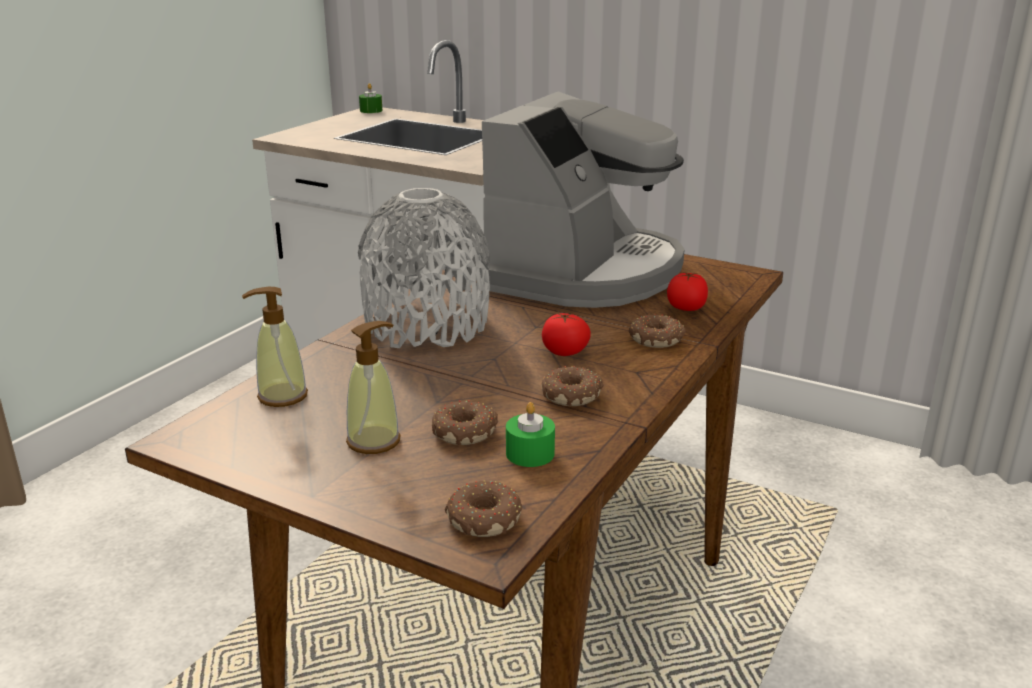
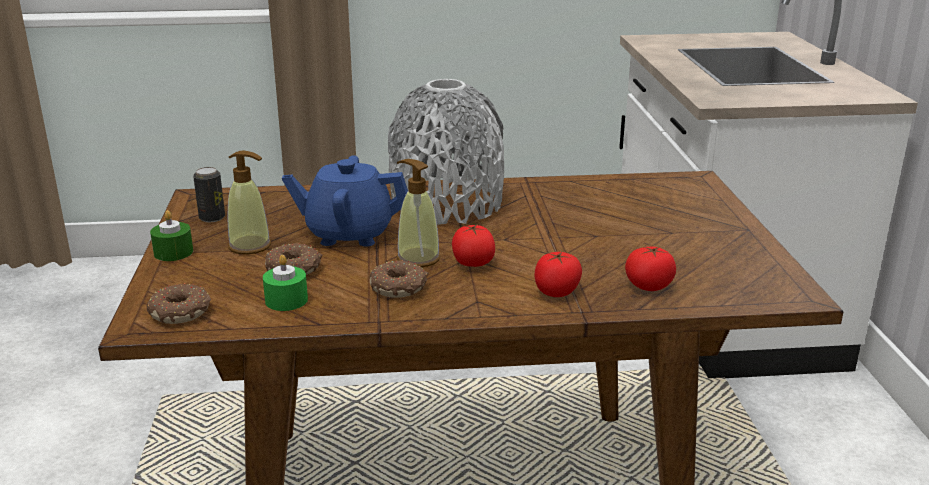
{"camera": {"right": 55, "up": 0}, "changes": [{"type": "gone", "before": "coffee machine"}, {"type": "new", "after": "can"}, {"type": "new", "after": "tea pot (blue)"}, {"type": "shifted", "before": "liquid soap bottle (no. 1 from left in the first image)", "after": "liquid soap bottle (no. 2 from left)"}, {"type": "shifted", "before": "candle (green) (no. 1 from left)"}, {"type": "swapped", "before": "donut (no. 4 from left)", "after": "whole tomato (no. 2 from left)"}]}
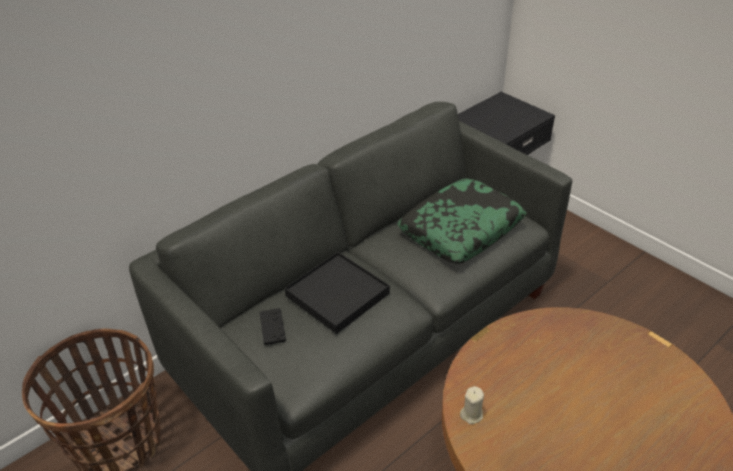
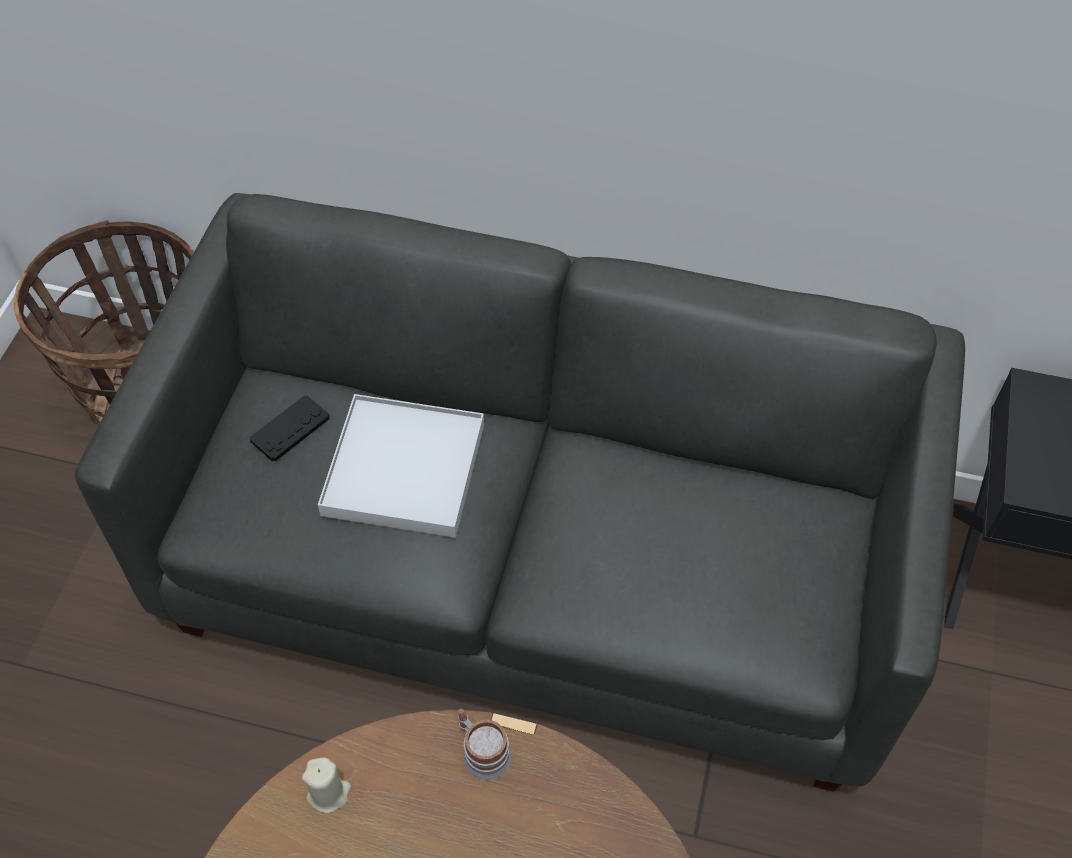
{"camera": {"right": 55, "up": 15}, "changes": [{"type": "gone", "before": "throw pillow"}, {"type": "new", "after": "tea mug"}, {"type": "repainted", "before": "carrying tray (black)", "after": "carrying tray (whitish)"}]}
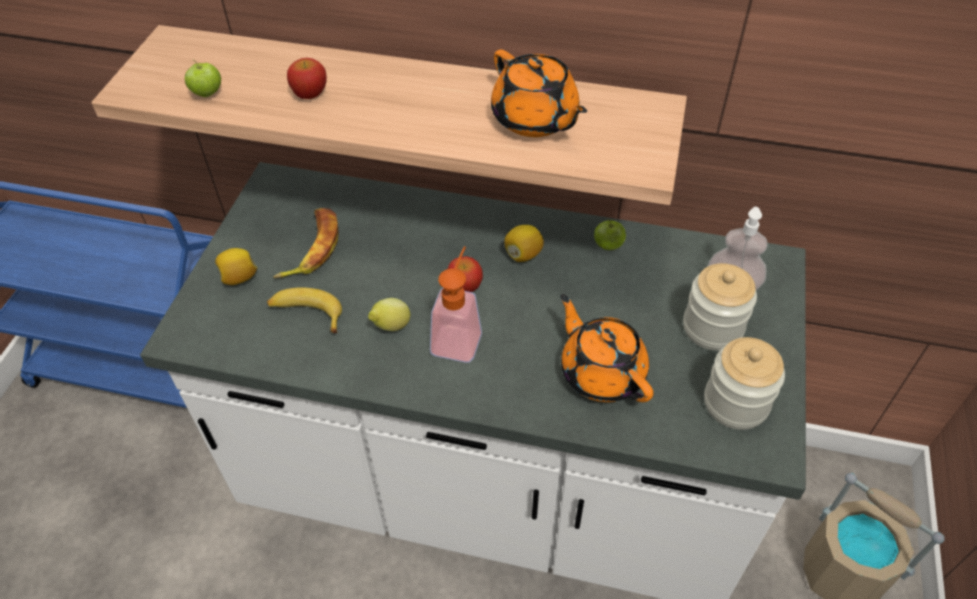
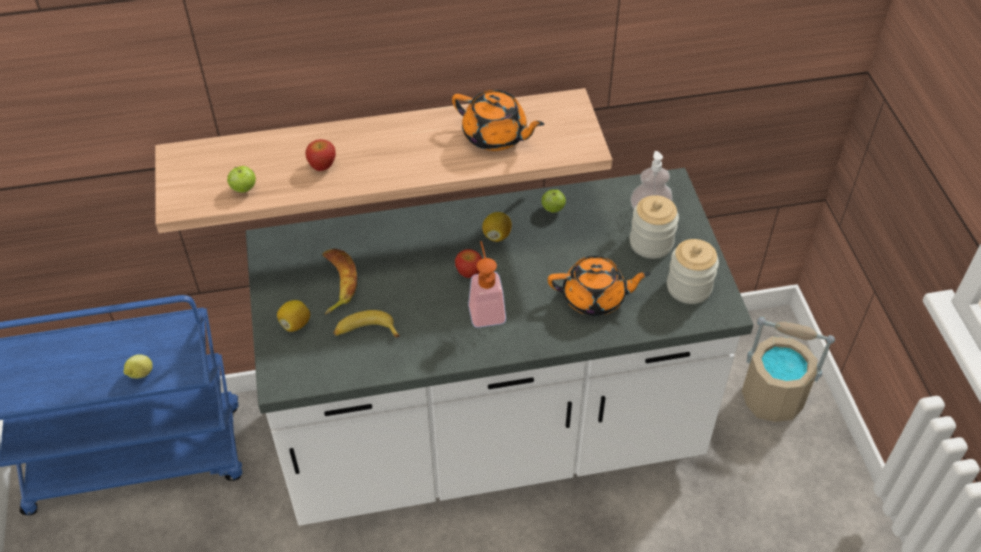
{"camera": {"right": -25, "up": 0}, "changes": [{"type": "shifted", "before": "citrus fruit (no. 2 from left in the first image)", "after": "citrus fruit (no. 1 from left)"}, {"type": "rotated", "before": "tea pot (orange-coloured) (no. 2 from left)", "turn": 150}]}
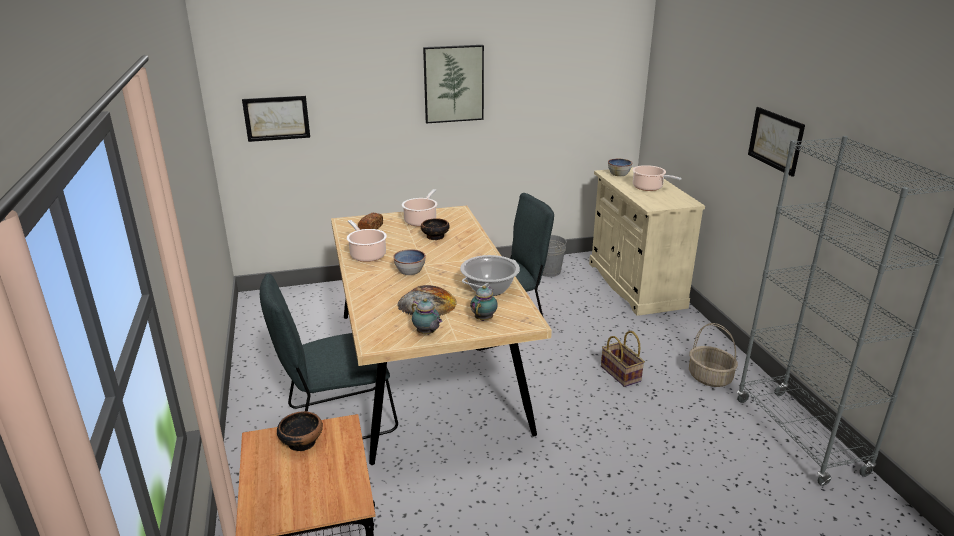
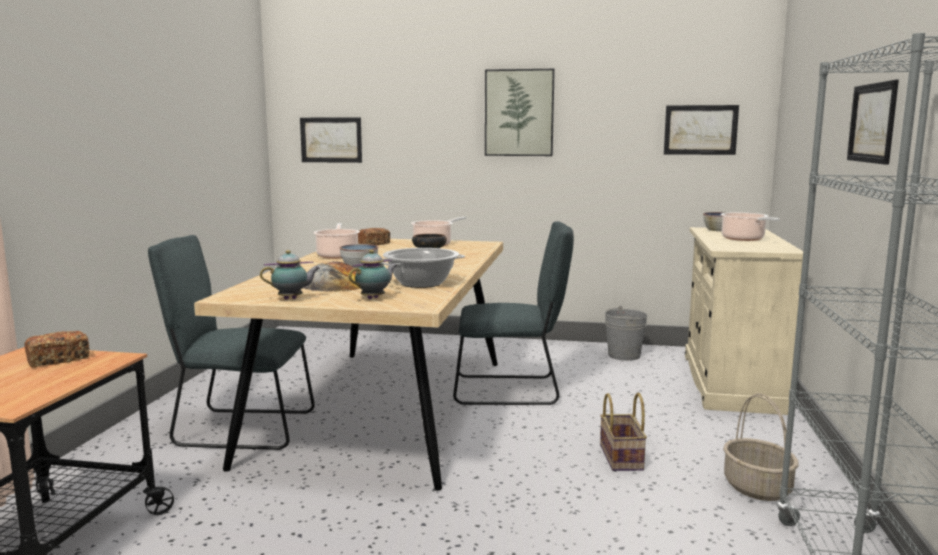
{"camera": {"right": 25, "up": -15}, "changes": [{"type": "new", "after": "picture (no. 3 from left)"}, {"type": "swapped", "before": "deep dish (no. 1 from left)", "after": "bakery bread (no. 1 from left)"}, {"type": "rotated", "before": "tea pot (no. 1 from left)", "turn": -90}]}
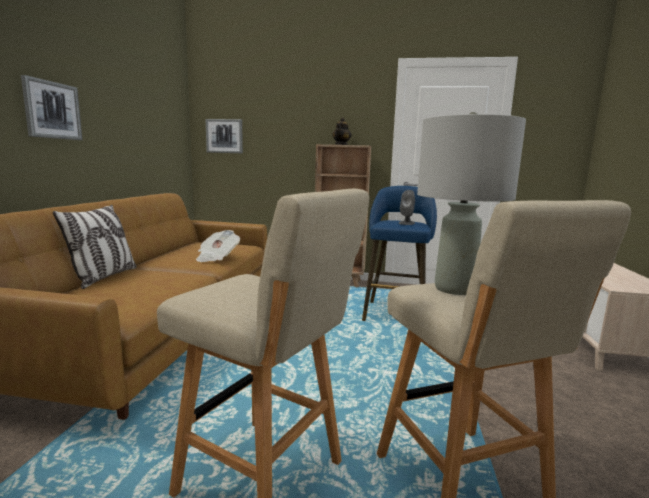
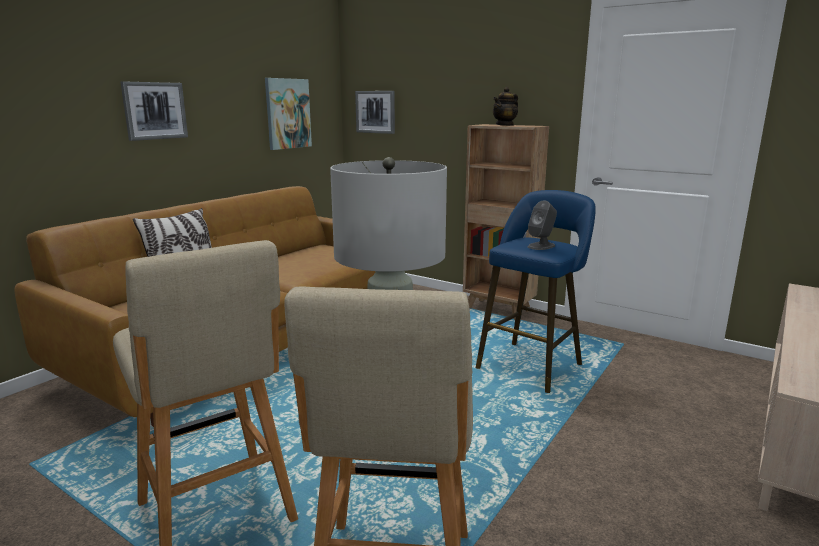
{"camera": {"right": 25, "up": 5}, "changes": [{"type": "gone", "before": "daily paper"}, {"type": "new", "after": "picture (no. 2 from left)"}]}
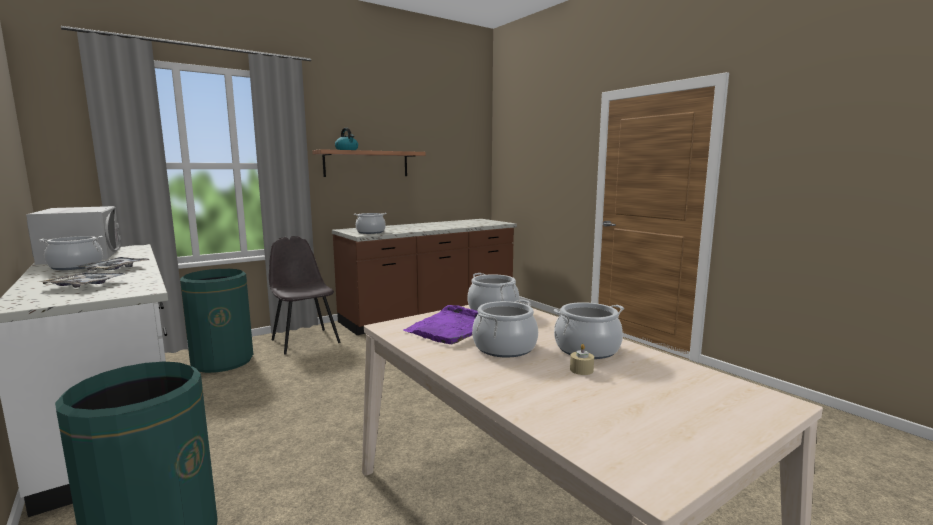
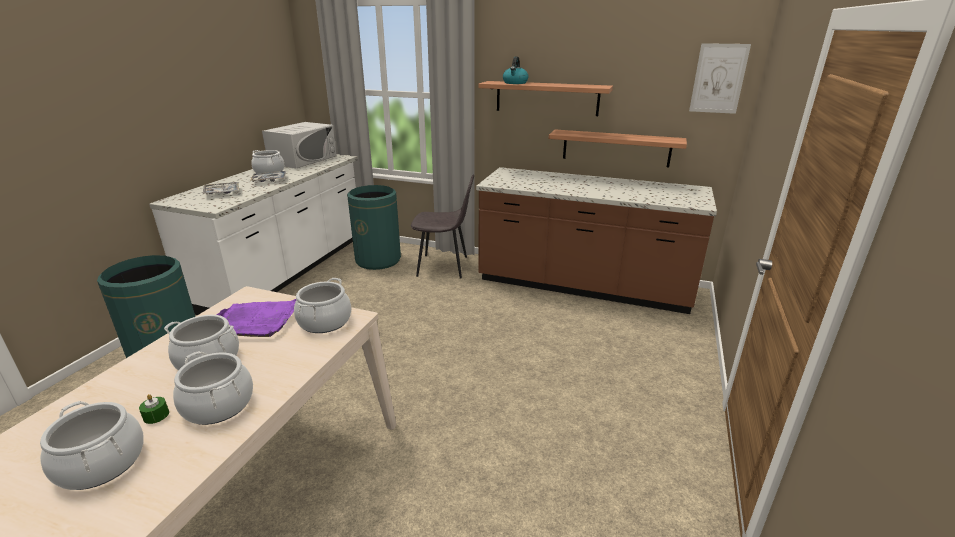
{"camera": {"right": 55, "up": 15}, "changes": [{"type": "new", "after": "bracket shelf (no. 2 from left)"}, {"type": "new", "after": "picture"}, {"type": "shifted", "before": "cooking pot (no. 2 from left in the first image)", "after": "cooking pot (no. 1 from left)"}, {"type": "repainted", "before": "candle (sand-coloured)", "after": "candle (green)"}, {"type": "rotated", "before": "chair (gray)", "turn": 75}]}
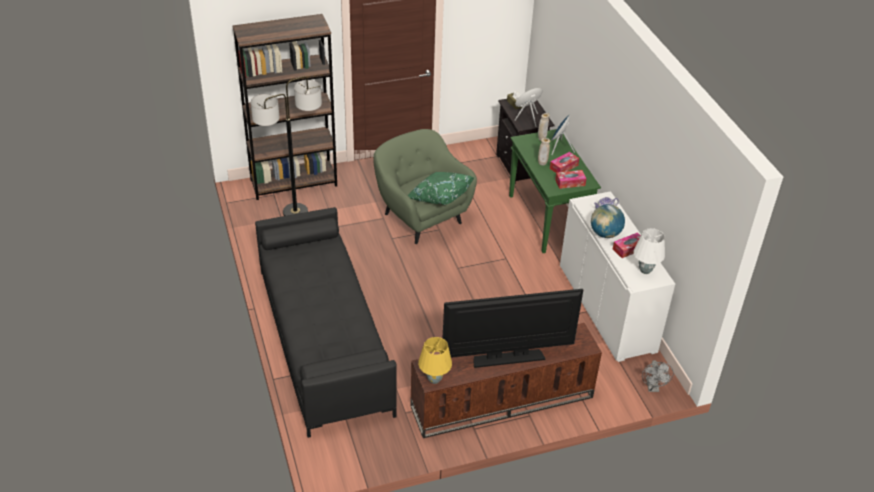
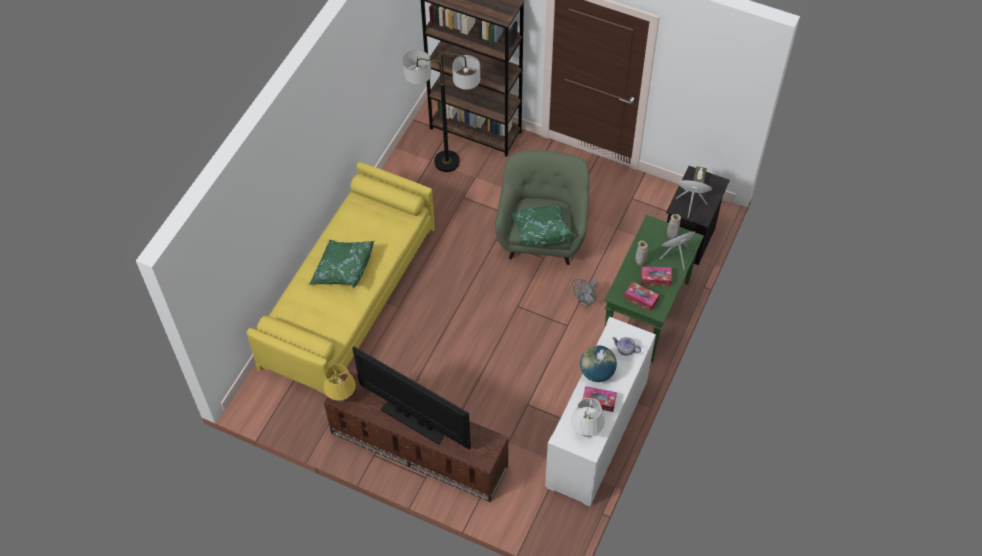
{"camera": {"right": 45, "up": 15}, "changes": [{"type": "new", "after": "throw pillow (green) (no. 1 from left)"}, {"type": "shifted", "before": "cooling fan (gray)"}, {"type": "repainted", "before": "couch (black)", "after": "couch (yellow)"}]}
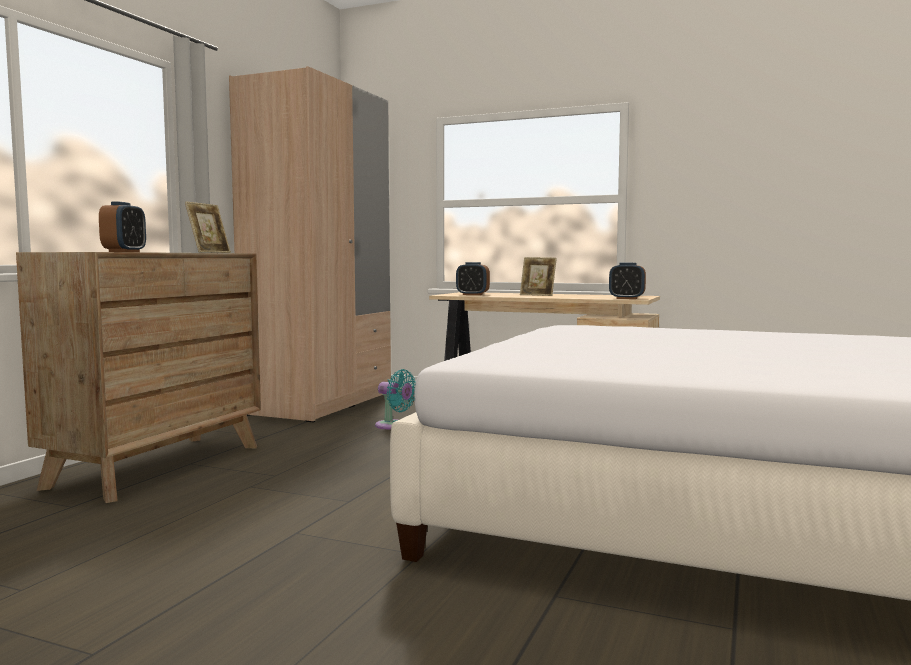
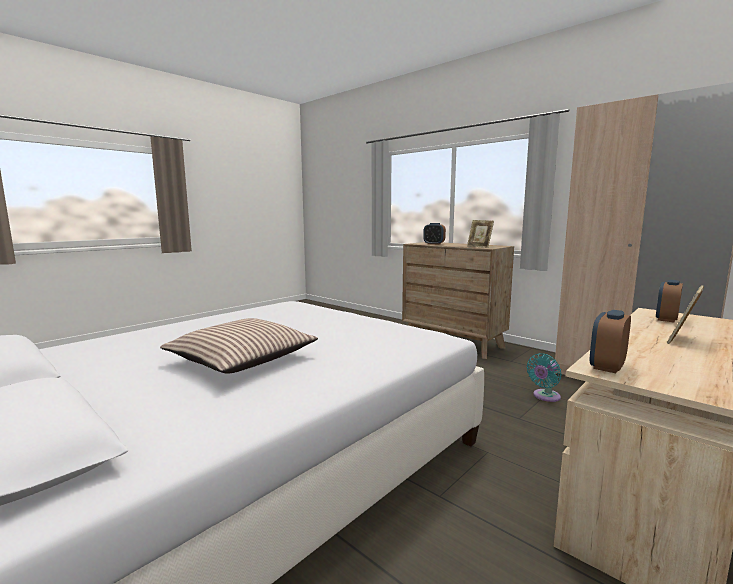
{"camera": {"right": 110, "up": 5}, "changes": [{"type": "new", "after": "throw pillow"}]}
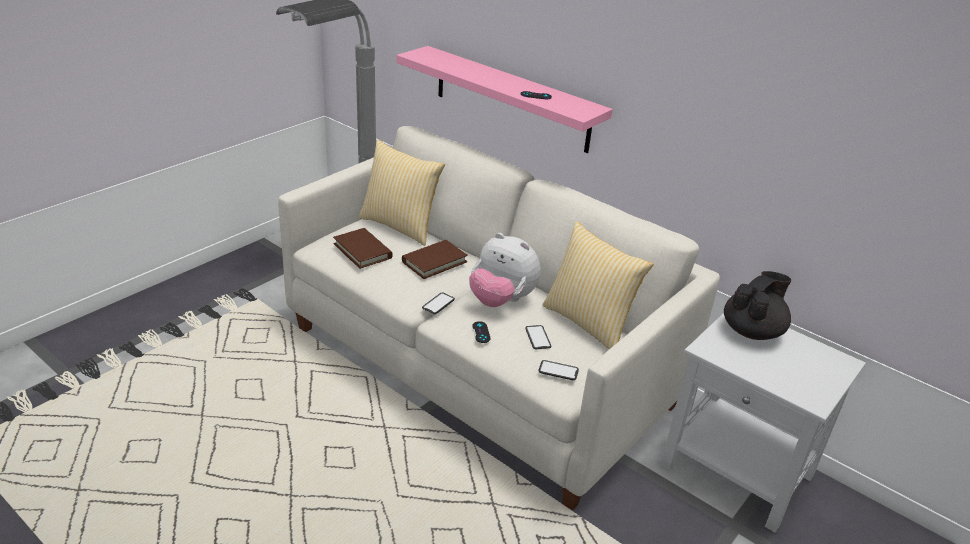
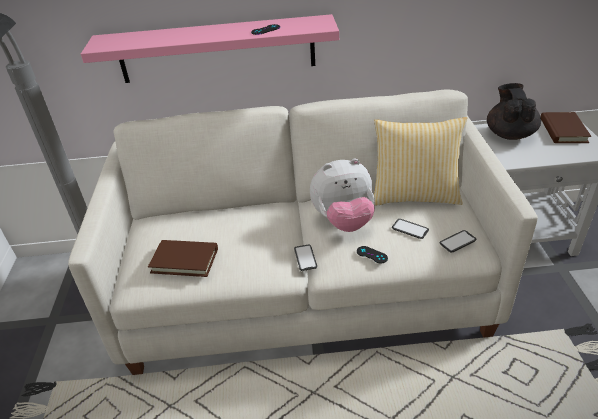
{"camera": {"right": -40, "up": 5}, "changes": [{"type": "gone", "before": "throw pillow (no. 1 from left)"}, {"type": "shifted", "before": "book (brown-coloured) (no. 2 from left)"}]}
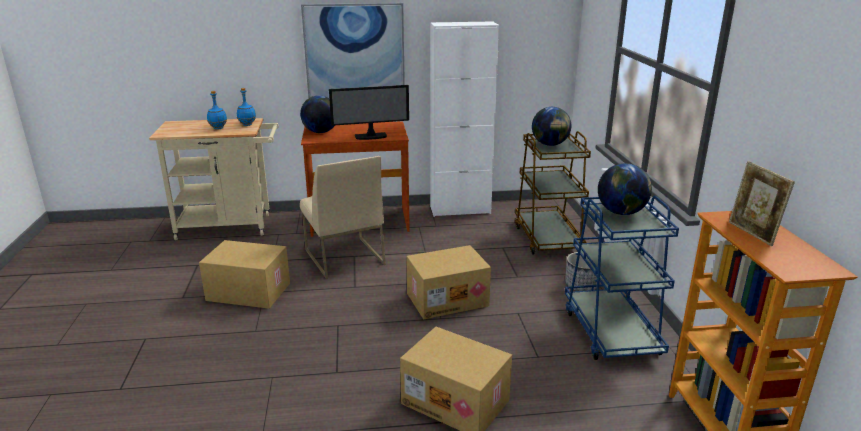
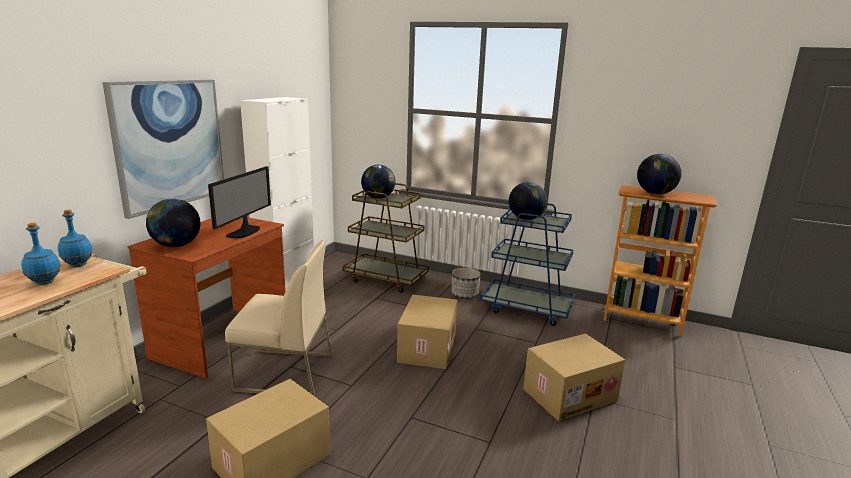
{"camera": {"right": -60, "up": -5}, "changes": [{"type": "swapped", "before": "picture frame", "after": "desk globe (no. 4 from left)"}]}
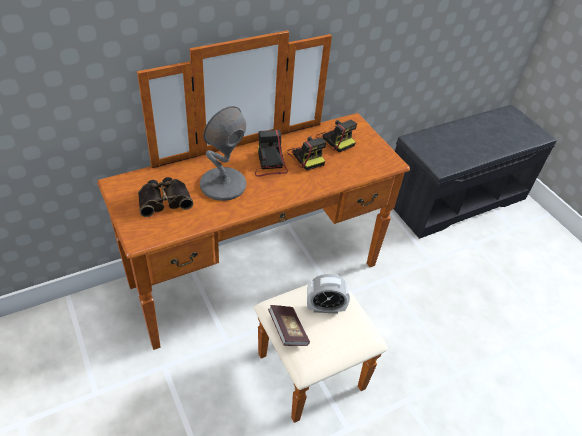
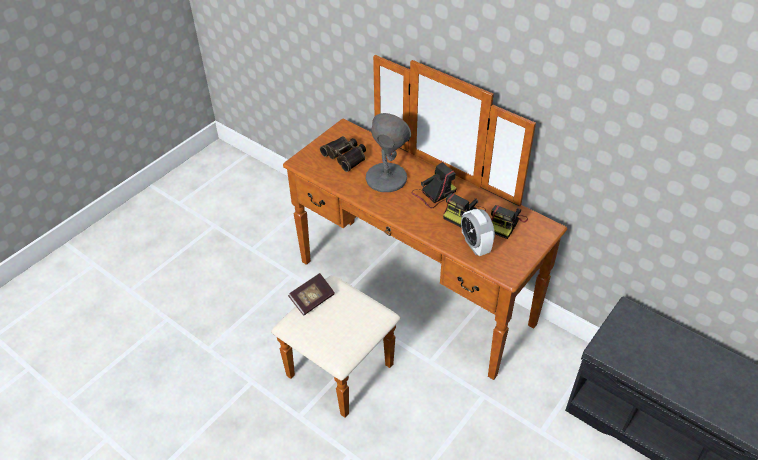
{"camera": {"right": 70, "up": 0}, "changes": [{"type": "shifted", "before": "table clock"}]}
